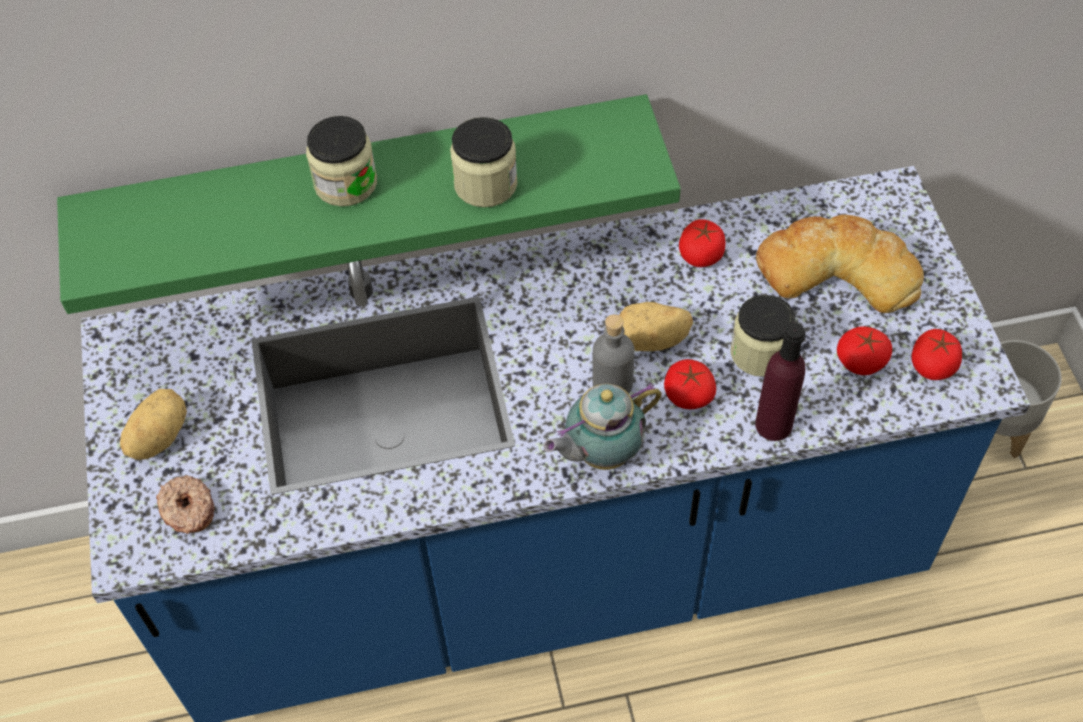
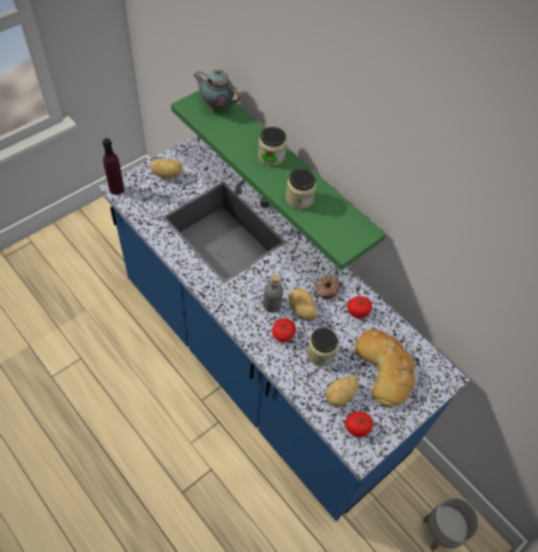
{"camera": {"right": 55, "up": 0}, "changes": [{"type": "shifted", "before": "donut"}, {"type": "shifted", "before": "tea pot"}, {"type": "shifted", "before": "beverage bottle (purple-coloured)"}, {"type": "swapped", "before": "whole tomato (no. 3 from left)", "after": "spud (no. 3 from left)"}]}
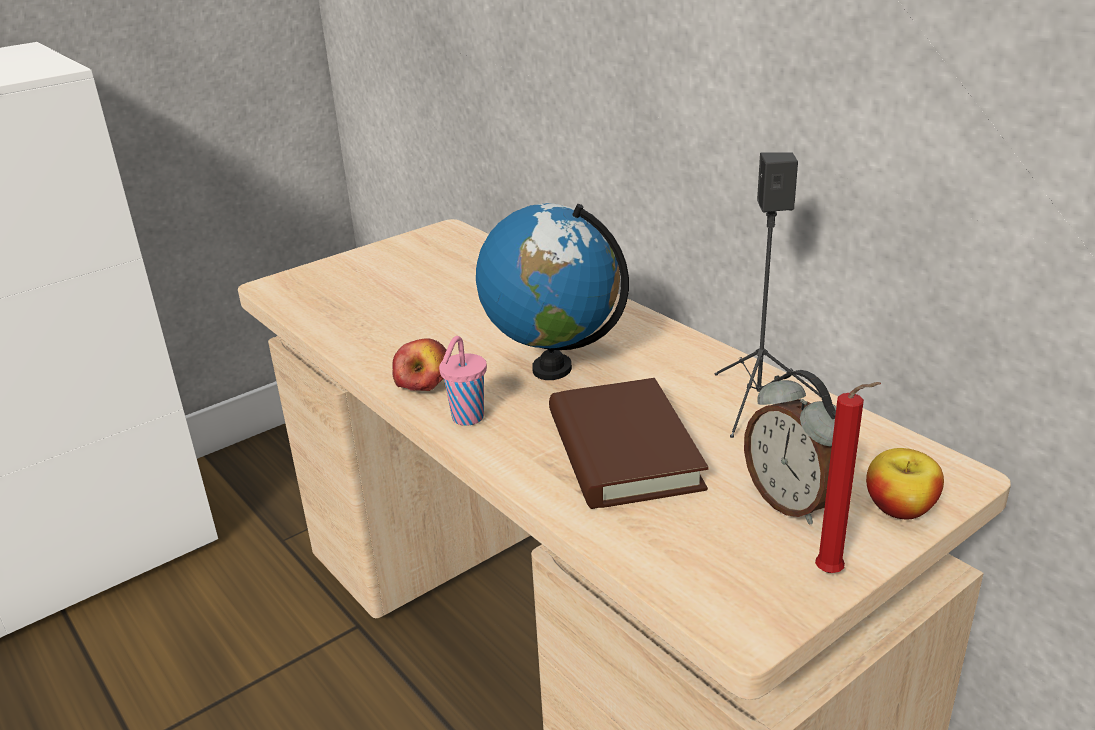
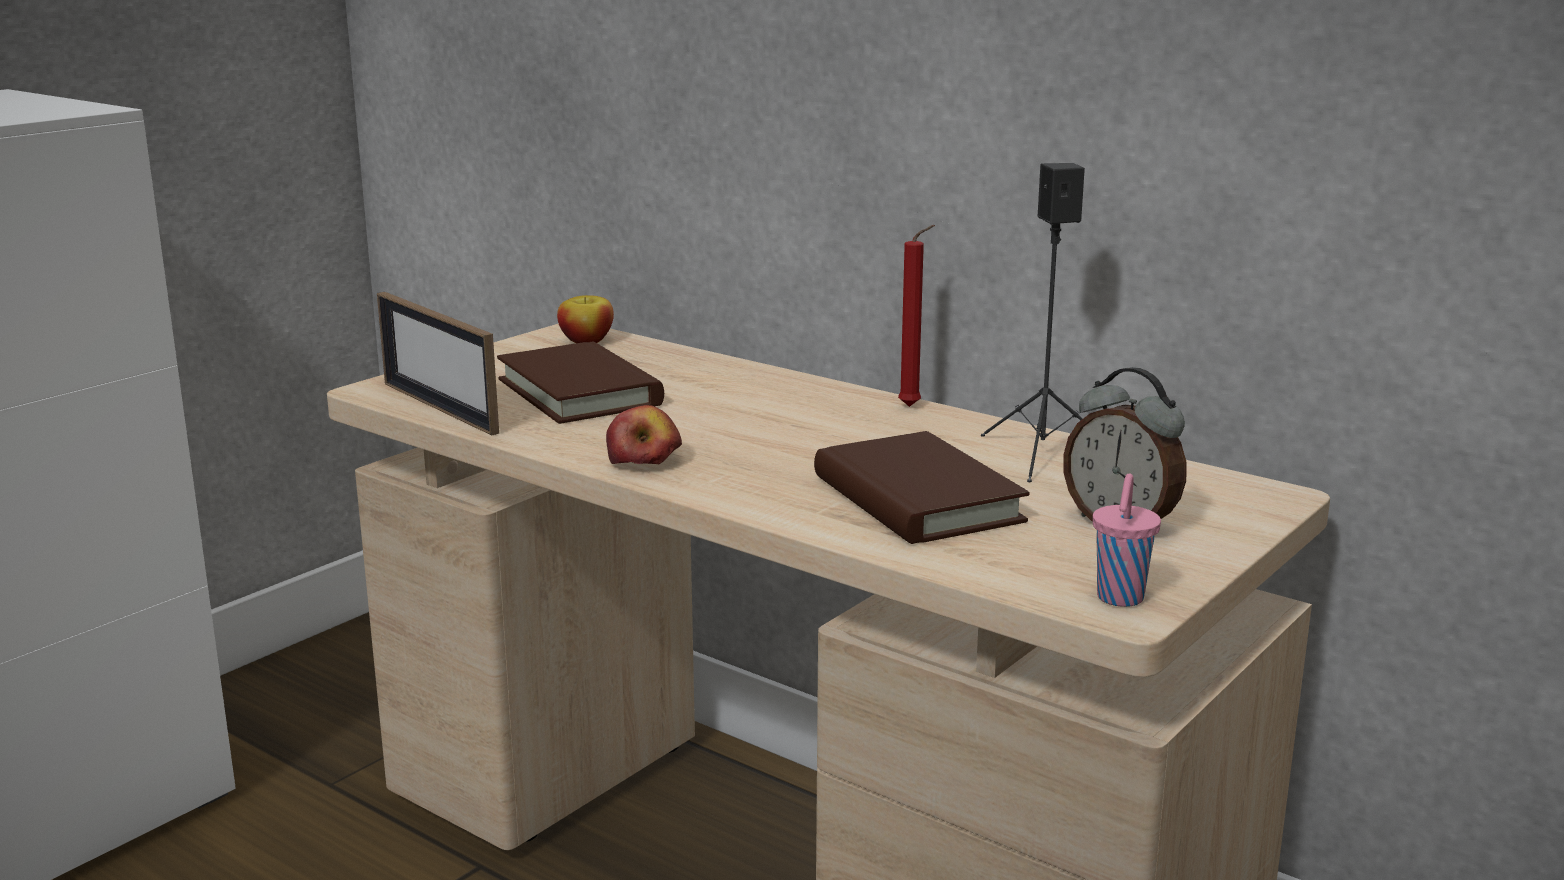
{"camera": {"right": -15, "up": -10}, "changes": [{"type": "gone", "before": "desk globe"}, {"type": "new", "after": "picture frame"}, {"type": "new", "after": "book (brown-coloured) (no. 1 from left)"}, {"type": "shifted", "before": "drinking cup (pink-coloured)"}, {"type": "shifted", "before": "candle (red-coloured)"}, {"type": "shifted", "before": "whole apple (no. 2 from left in the first image)", "after": "whole apple (no. 1 from left)"}]}
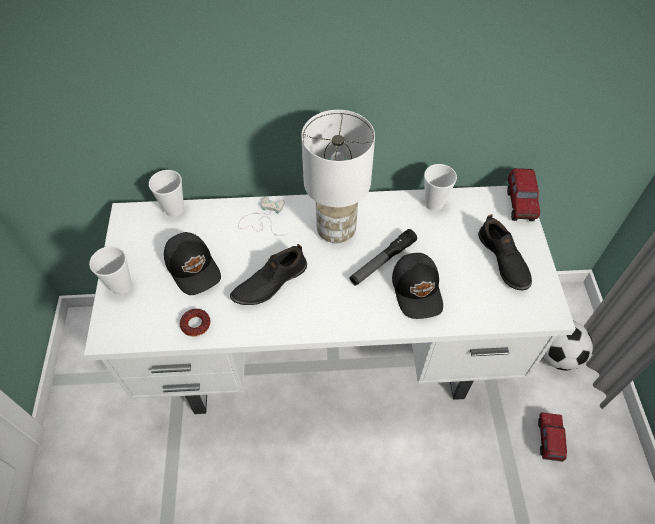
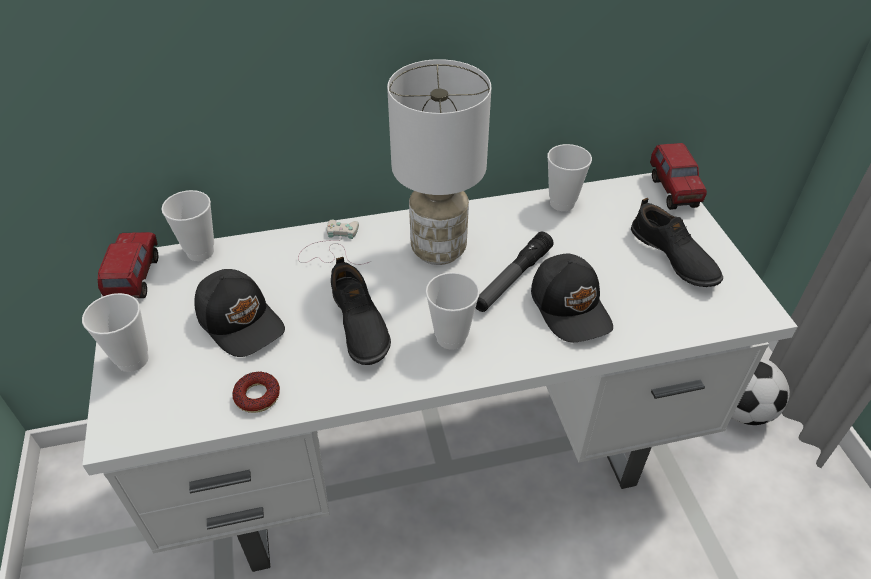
{"camera": {"right": -10, "up": -10}, "changes": [{"type": "new", "after": "drinking cup (no. 3 from left)"}, {"type": "shifted", "before": "toy truck (no. 2 from left in the first image)", "after": "toy truck (no. 1 from left)"}, {"type": "rotated", "before": "low shoe (black) (no. 1 from left)", "turn": -60}]}
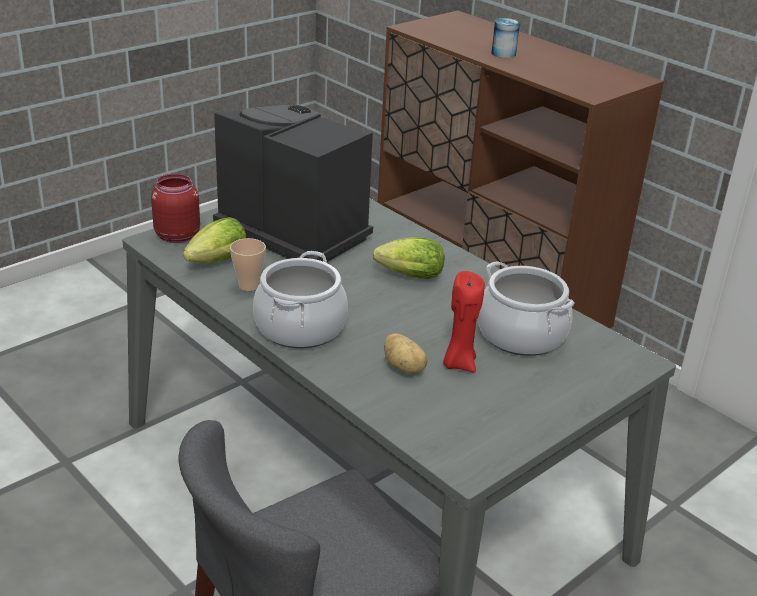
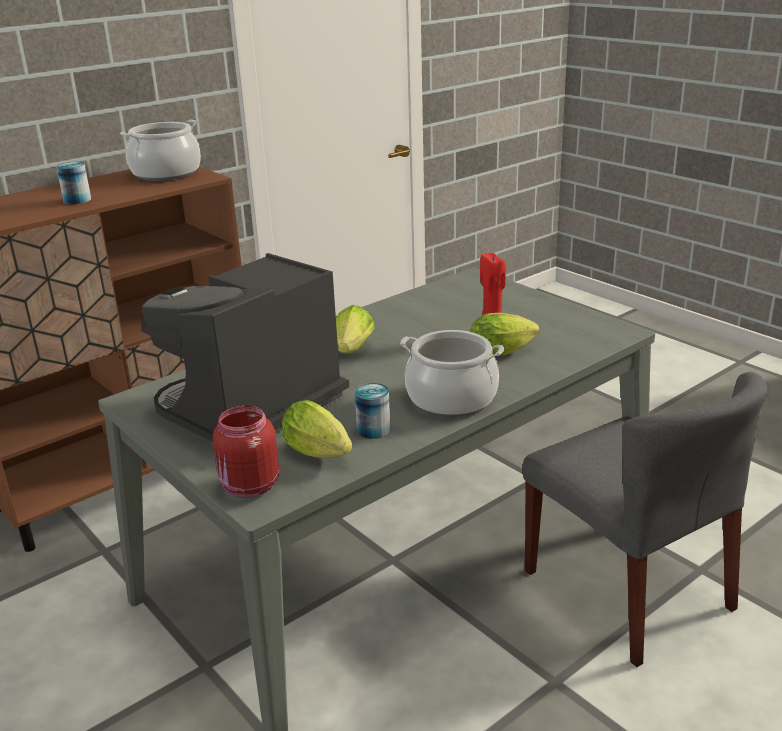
{"camera": {"right": -85, "up": -5}, "changes": [{"type": "shifted", "before": "cooking pot (no. 2 from left in the first image)", "after": "cooking pot (no. 1 from left)"}, {"type": "swapped", "before": "drinking cup", "after": "can (no. 2 from left)"}, {"type": "swapped", "before": "spud", "after": "lettuce head (no. 3 from left)"}]}
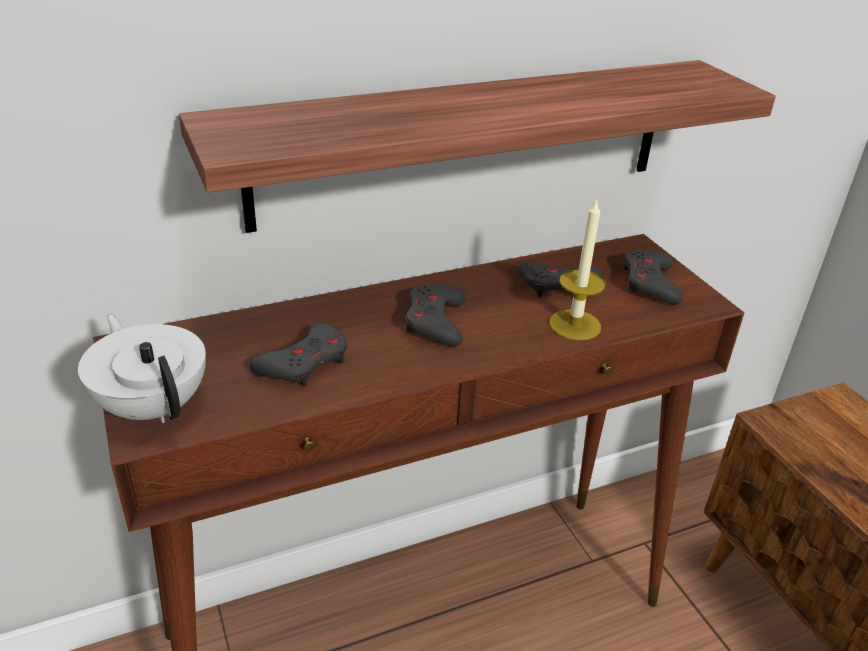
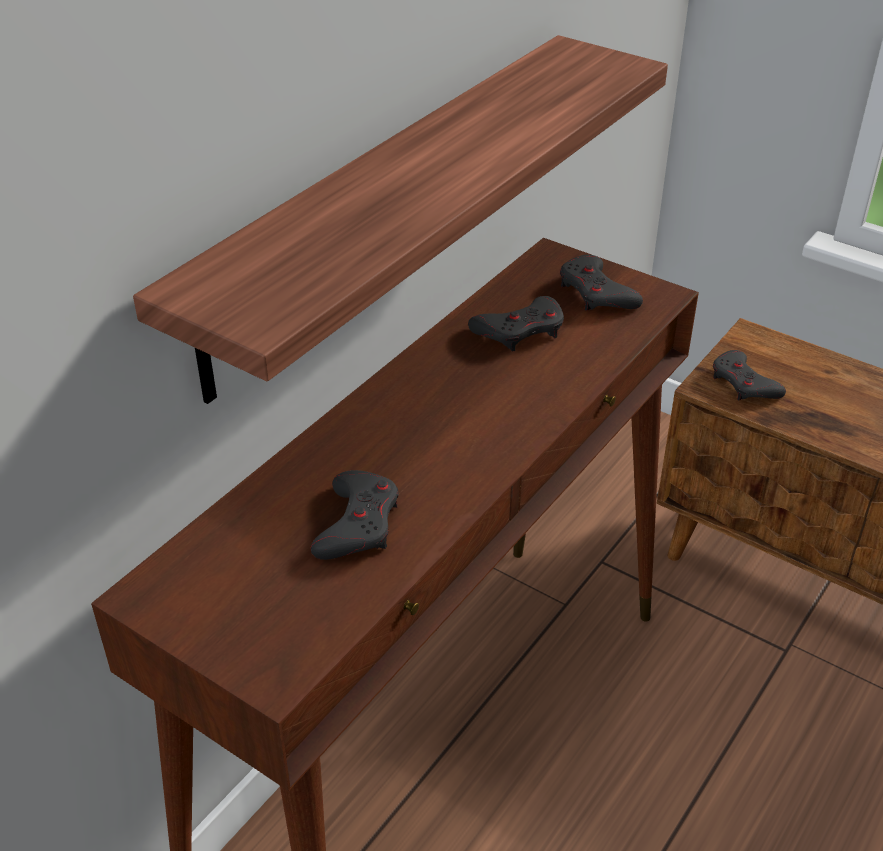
{"camera": {"right": -30, "up": 5}, "changes": [{"type": "gone", "before": "tea pot (whitish)"}, {"type": "gone", "before": "candle"}, {"type": "shifted", "before": "joypad (gray) (no. 2 from left in the first image)", "after": "joypad (gray) (no. 4 from left)"}]}
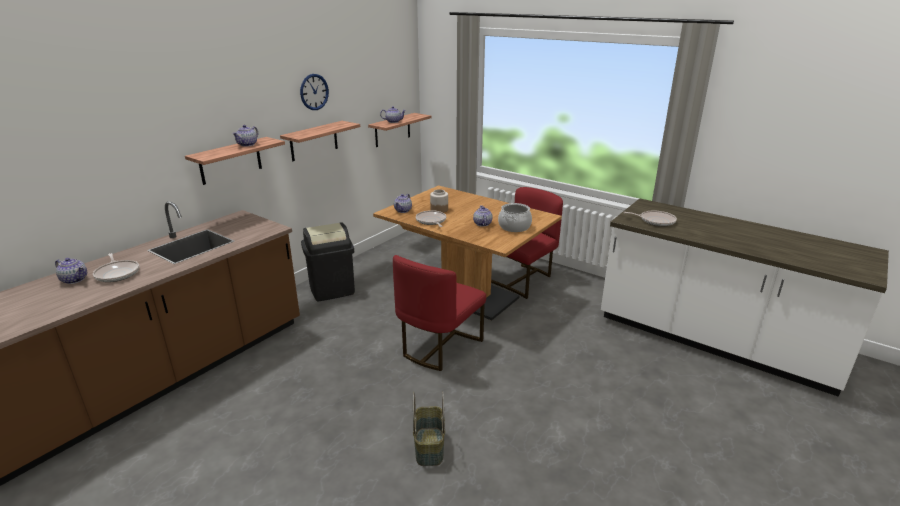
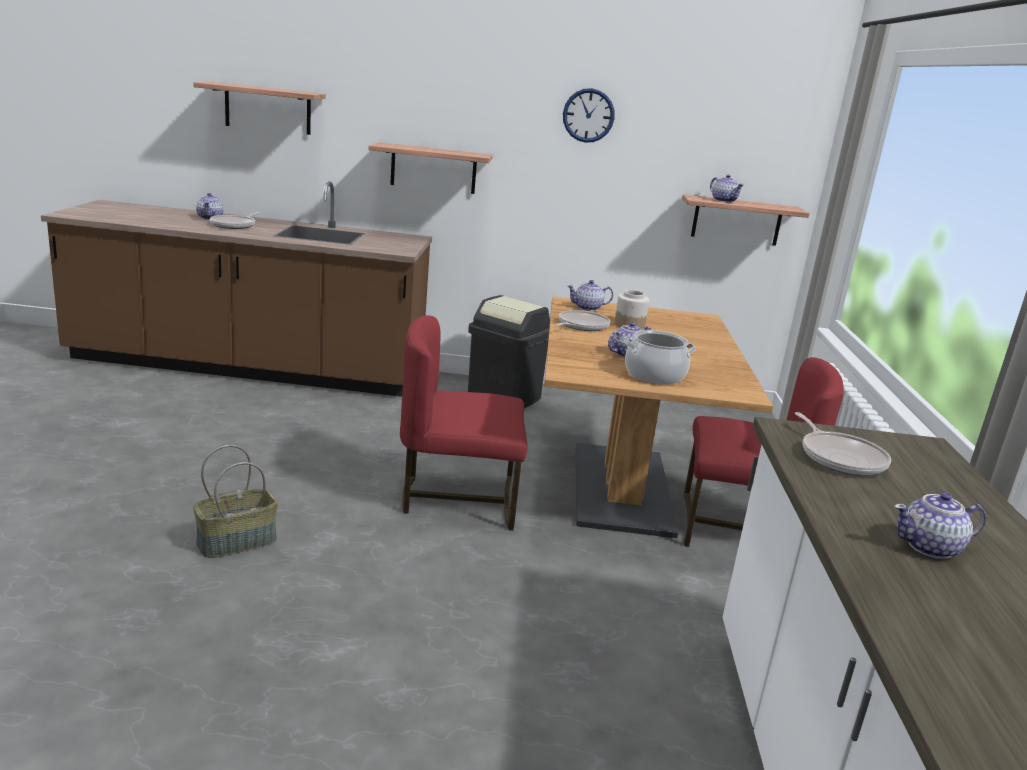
{"camera": {"right": 55, "up": -5}, "changes": [{"type": "shifted", "before": "tea pot (no. 2 from left in the first image)", "after": "tea pot (no. 5 from left)"}, {"type": "shifted", "before": "bracket shelf (no. 2 from left in the first image)", "after": "bracket shelf (no. 1 from left)"}]}
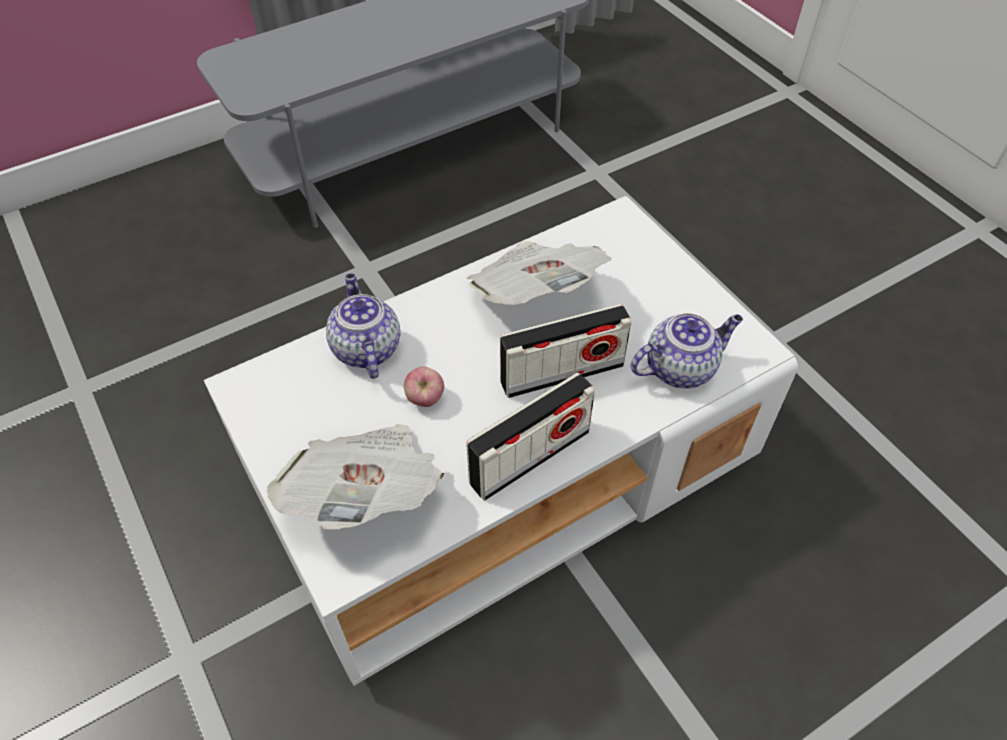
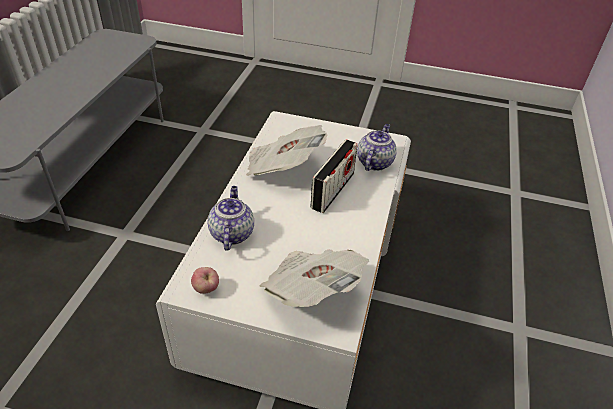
{"camera": {"right": -45, "up": -10}, "changes": [{"type": "gone", "before": "radio (no. 1 from left)"}, {"type": "shifted", "before": "whole apple"}, {"type": "rotated", "before": "tea pot (no. 1 from left)", "turn": 60}]}
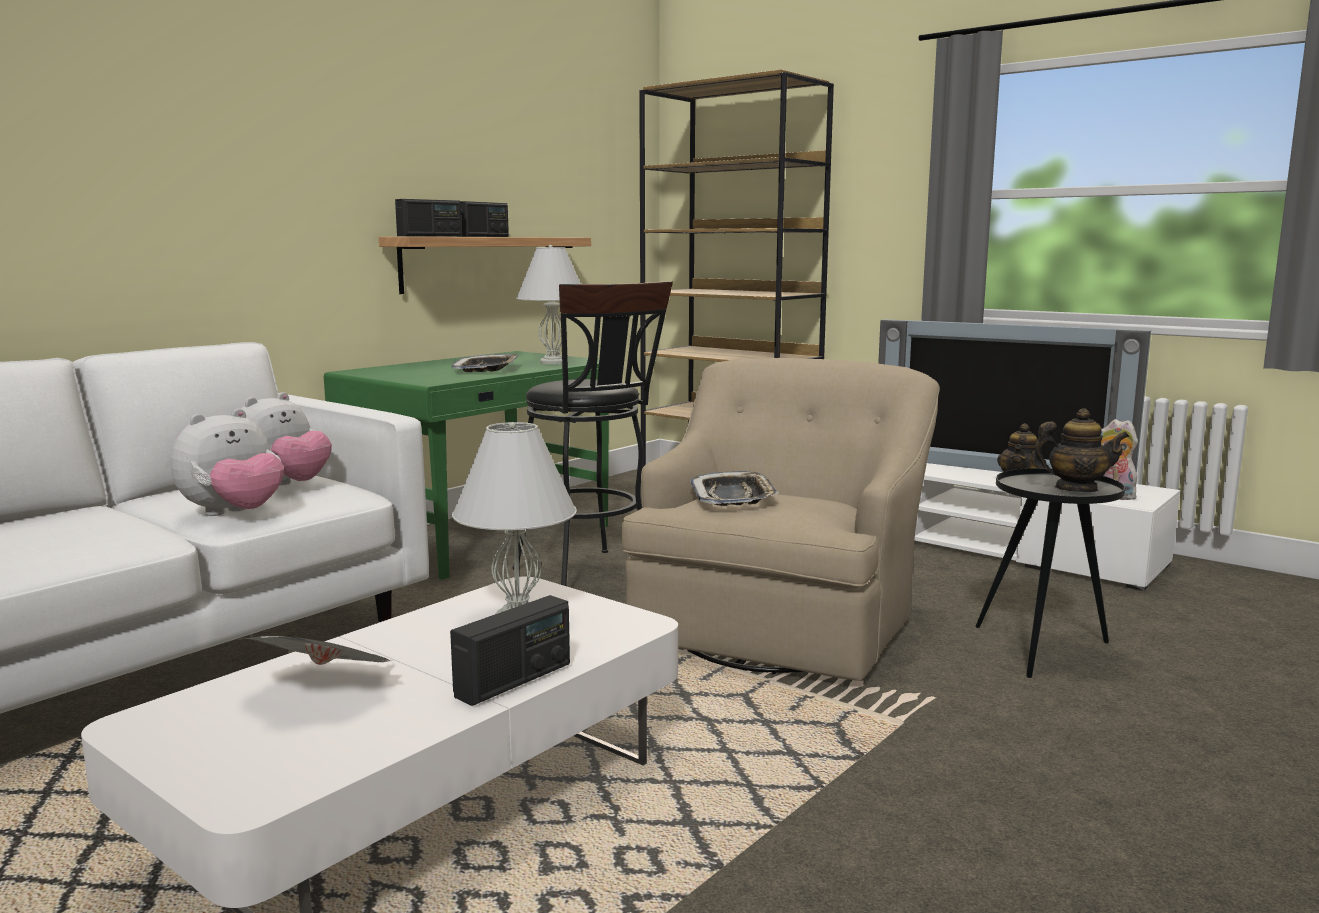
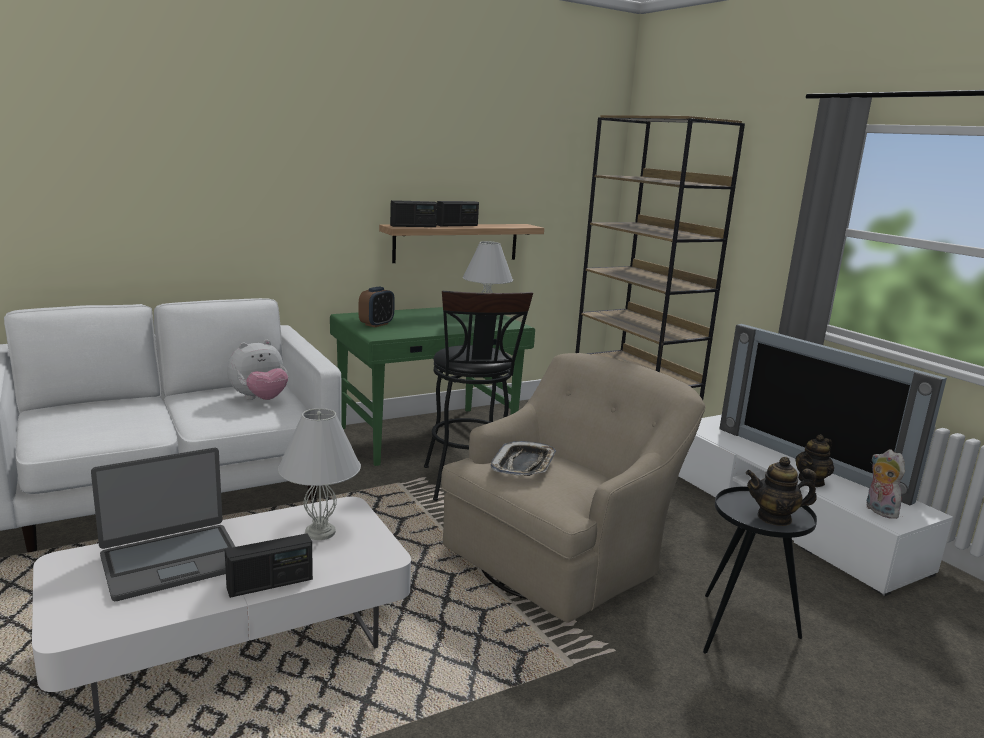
{"camera": {"right": 20, "up": 5}, "changes": [{"type": "gone", "before": "soft toy (no. 1 from left)"}, {"type": "gone", "before": "carrying tray (no. 1 from left)"}, {"type": "new", "after": "table clock"}, {"type": "swapped", "before": "daily paper", "after": "laptop"}, {"type": "rotated", "before": "tea pot (no. 2 from left in the first image)", "turn": 150}]}
